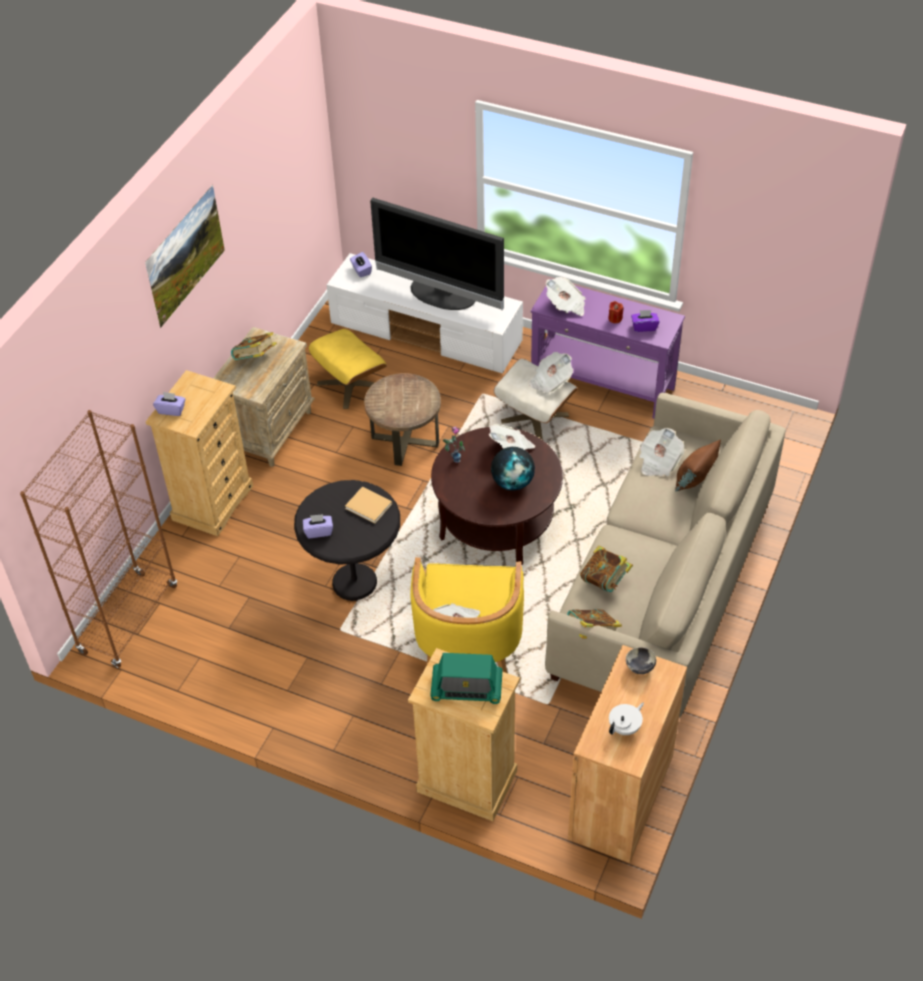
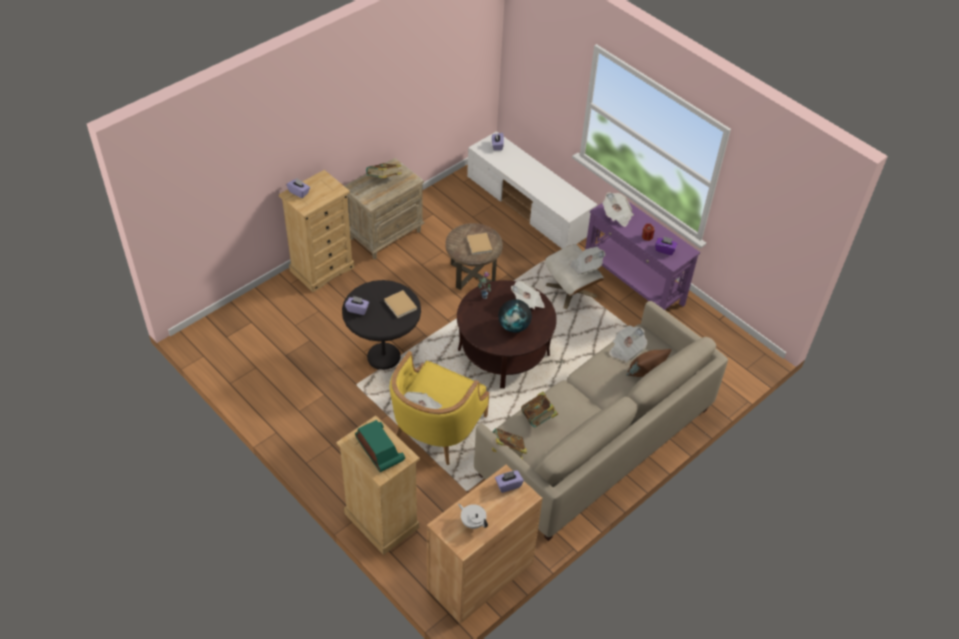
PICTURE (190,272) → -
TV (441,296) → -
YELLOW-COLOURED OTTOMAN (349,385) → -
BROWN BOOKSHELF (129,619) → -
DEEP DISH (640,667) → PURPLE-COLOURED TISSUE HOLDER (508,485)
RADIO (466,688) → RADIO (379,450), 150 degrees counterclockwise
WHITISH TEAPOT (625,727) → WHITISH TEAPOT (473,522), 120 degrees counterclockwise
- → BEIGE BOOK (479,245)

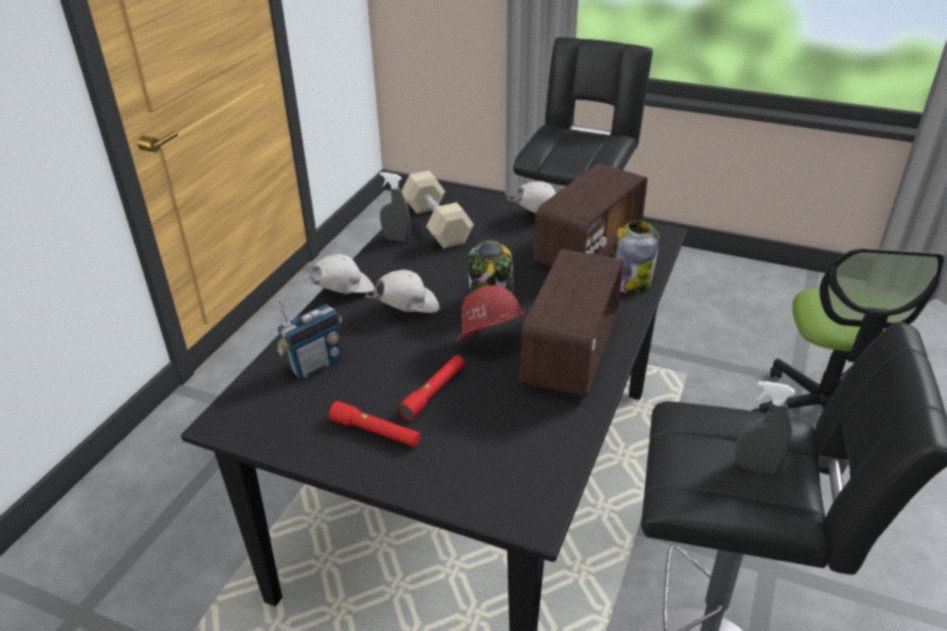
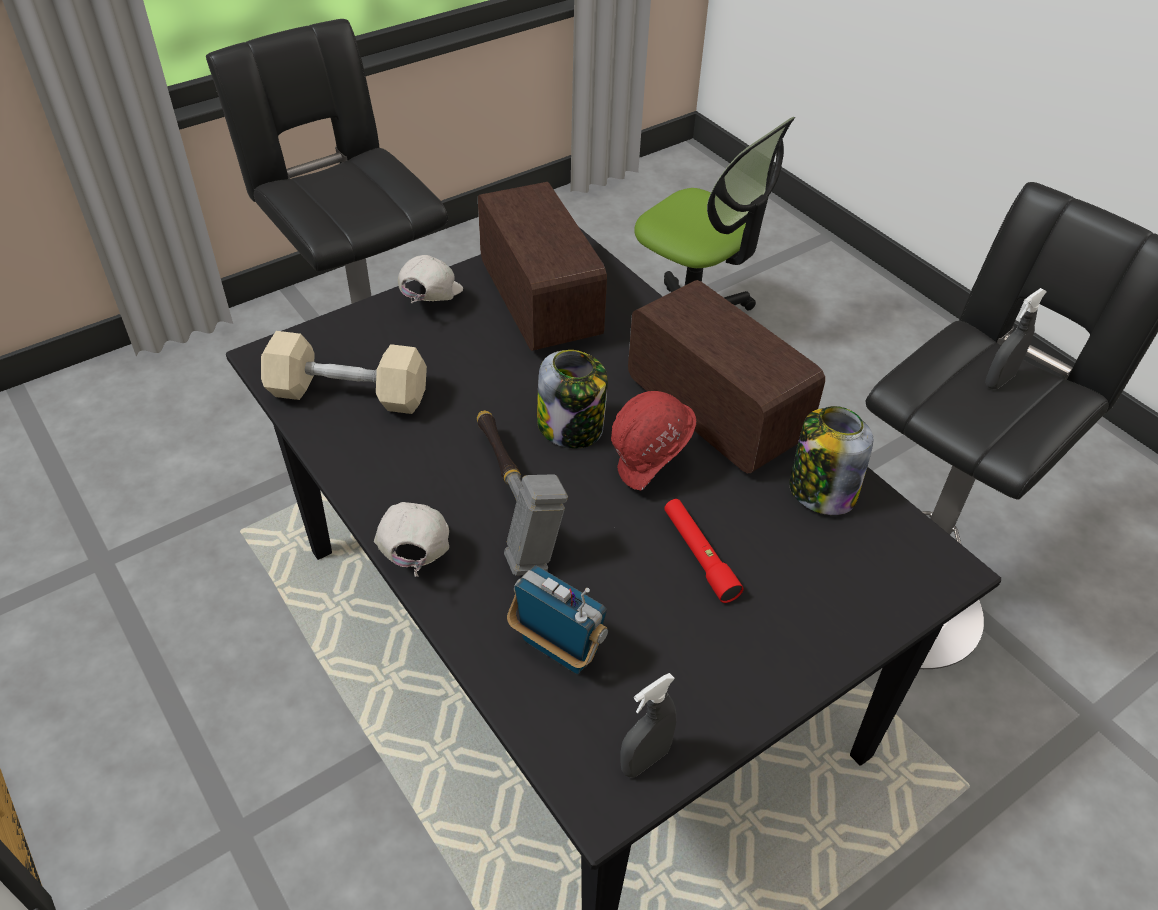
GREYISH SPRAY BOTTLE (396,238) → GREYISH SPRAY BOTTLE (645,760), relocated
STORAGE JAR (629,281) → STORAGE JAR (820,491), relocated
WHITISH PEAKED CAP (406,308) → TOOL HAMMER (513,506)
RADIO (315,365) → RADIO (558,649), 45 degrees counterclockwise
REDDISH HAND TORCH (375,432) → -

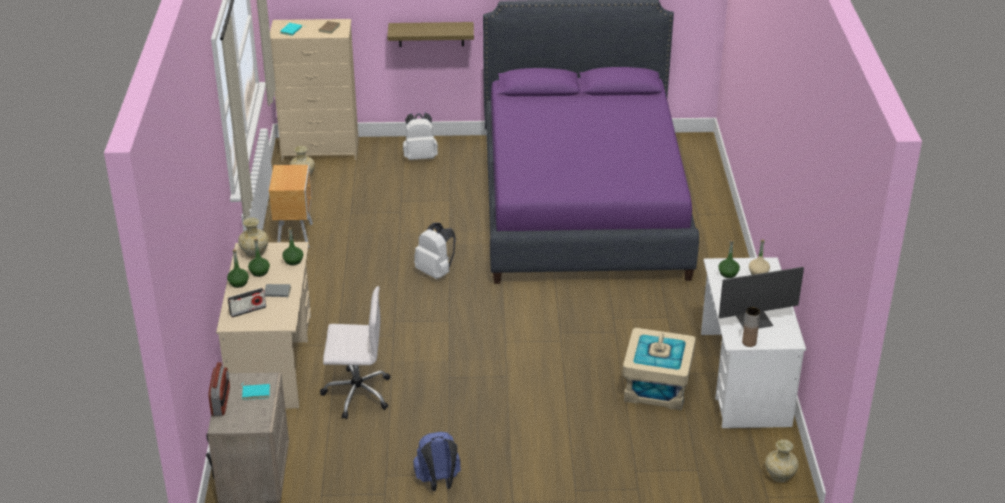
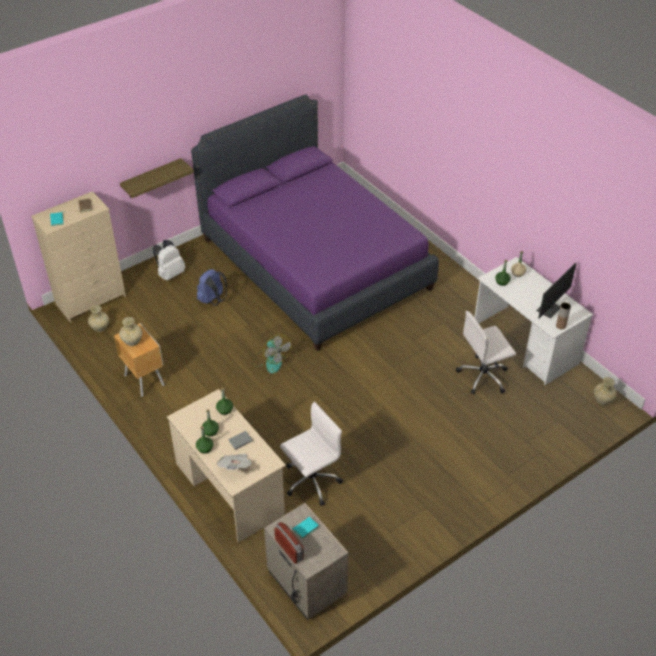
BEIGE DECORATIVE VASE (254,253) → BEIGE DECORATIVE VASE (132,342), relocated
WHITISH KNAPSACK (436,272) → FAN (271,361)
RADIO (248,310) → PRINTED PAPER (236,467)
BEIGE STORAGE CONTAINER (656,387) → WHITISH COMPUTER CHAIR (483,376)
BLUE KNAPSACK (438,482) → BLUE KNAPSACK (213,300), relocated

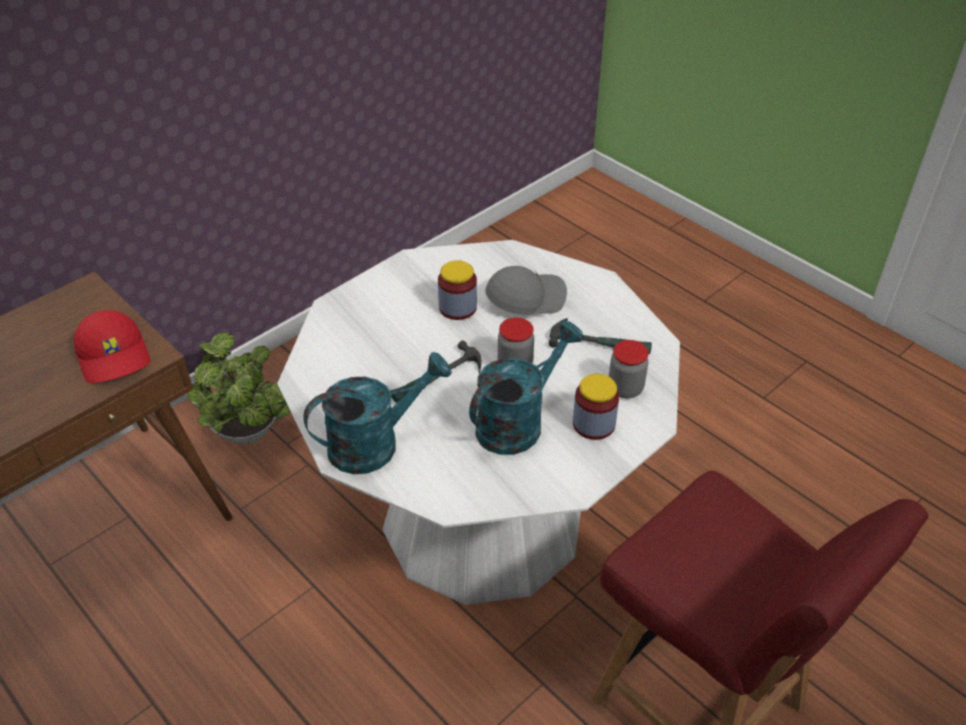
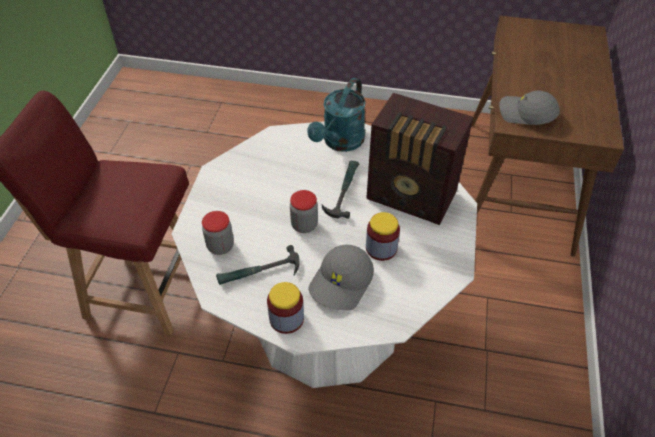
REDDISH PEAKED CAP (115,356) → GREYISH PEAKED CAP (526,114)
BLUE-GREEN WATERING CAN (518,421) → -
POTTED PLANT (250,434) → -
STORAGE JAR (593,424) → STORAGE JAR (286,319), relocated
- → RADIO (412,198)

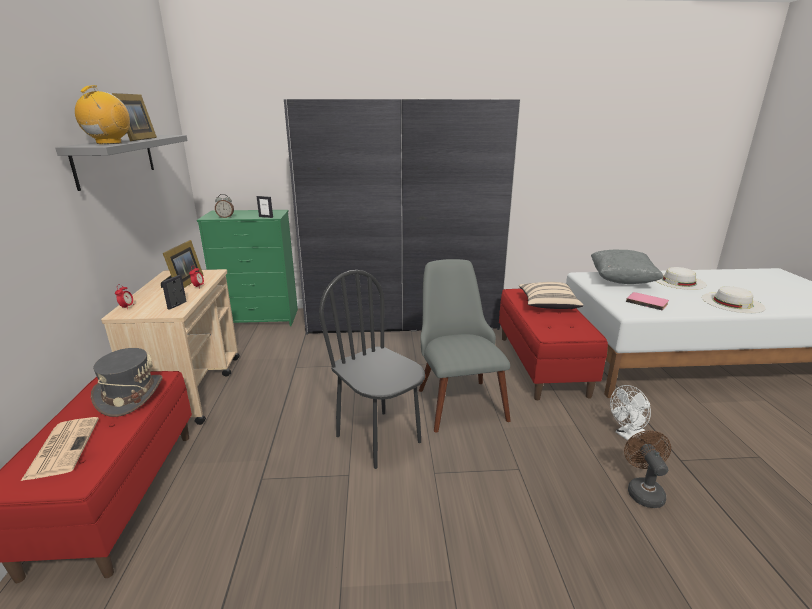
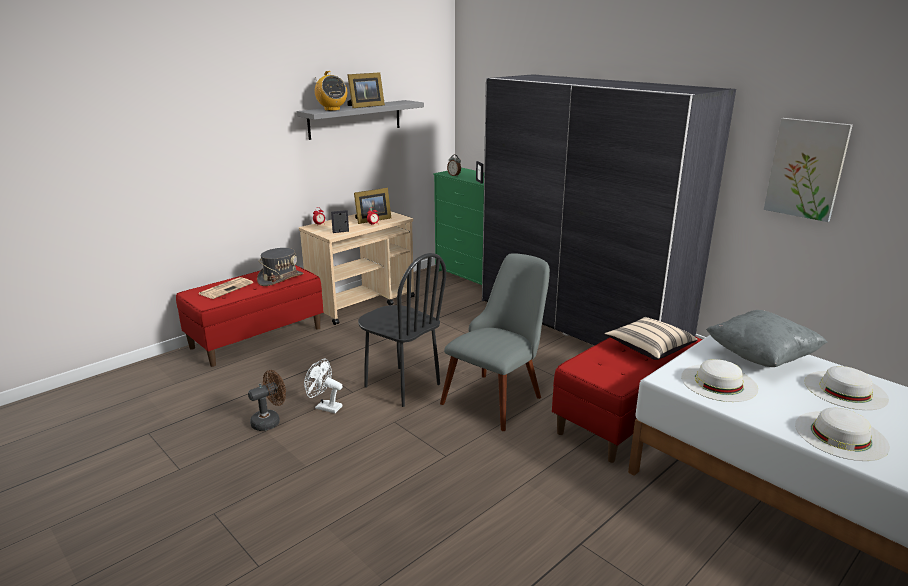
RADIO (109,143) → RADIO (332,109), 90 degrees clockwise
BLACKISH CHAIR (379,438) → BLACKISH CHAIR (401,386), 120 degrees clockwise
PINK BOOK (647,302) → WHITISH CLOTHING HAT (718,382)
WHITISH FAN (627,434) → WHITISH FAN (324,407), relocated
BROWN FAN (642,490) → BROWN FAN (270,421), relocated
- → PICTURE (806,169)

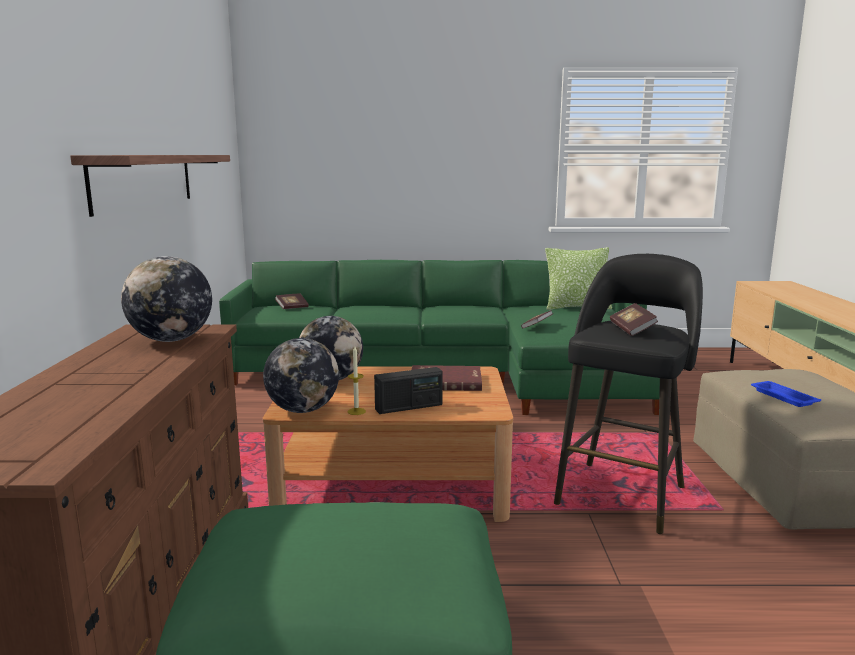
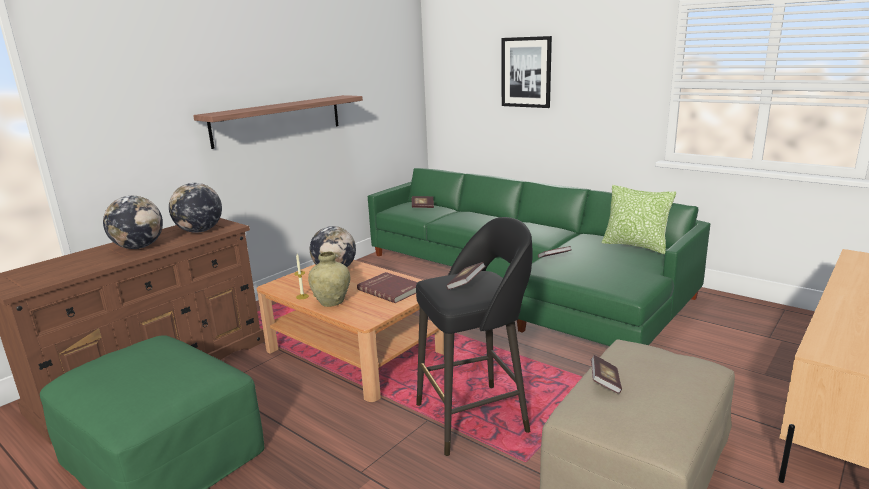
DESK GLOBE (303,410) → DESK GLOBE (139,247), relocated
RADIO (409,407) → BEIGE DECORATIVE VASE (332,302)
BLUE SERVING TRAY (782,397) → BOOK (605,382)
- → PICTURE (526,72)

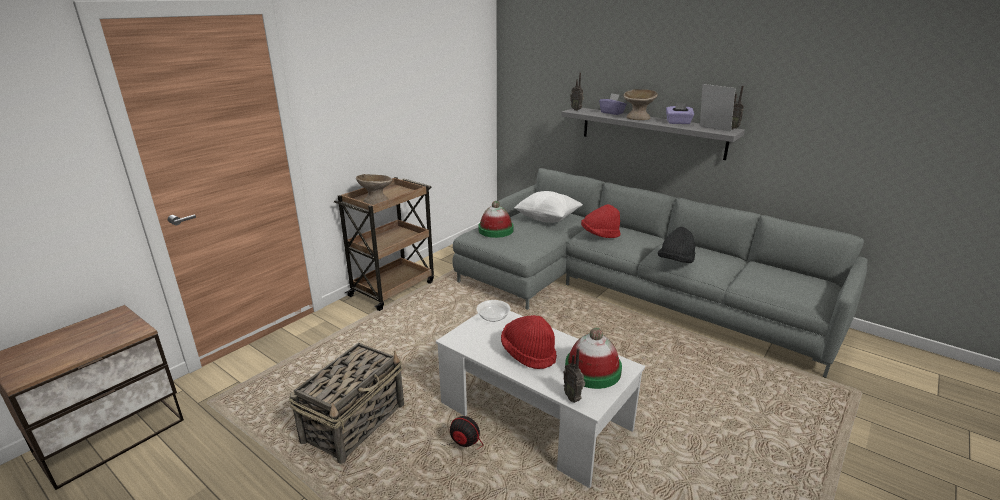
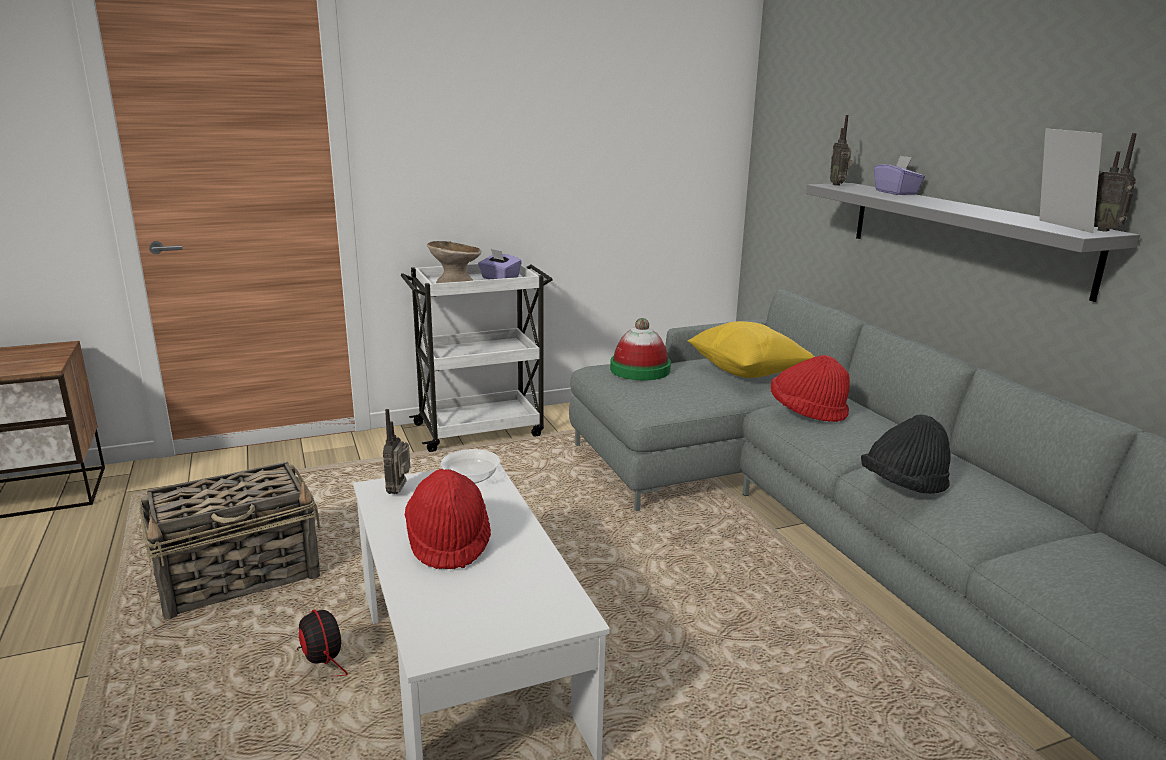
BEIGE DEEP DISH (638,118) → -
PURPLE-COLOURED TISSUE HOLDER (678,123) → PURPLE-COLOURED TISSUE HOLDER (499,279), relocated
BROWN TROLLEY (393,288) → WHITISH TROLLEY (481,429)
WHITISH PILLOW (547,219) → YELLOW-COLOURED PILLOW (746,372)
CLOTHING HAT (592,370) → -
RADIO (573,397) → RADIO (400,491), relocated

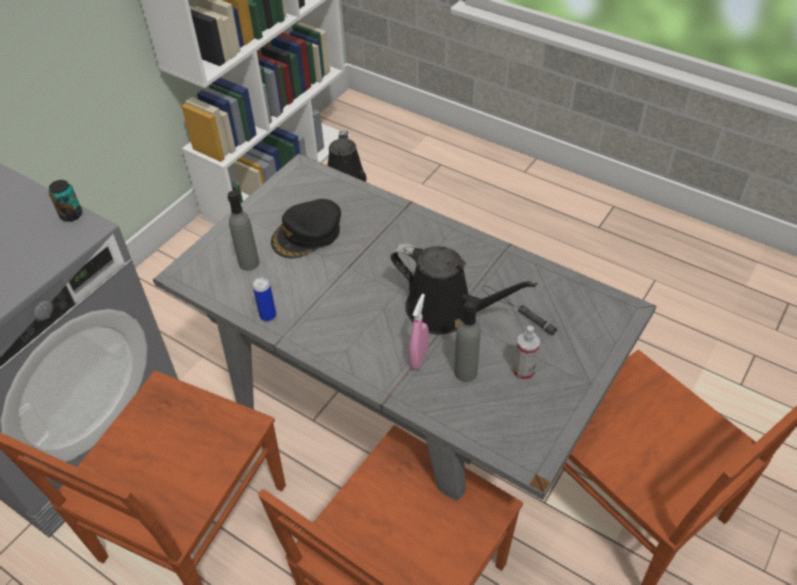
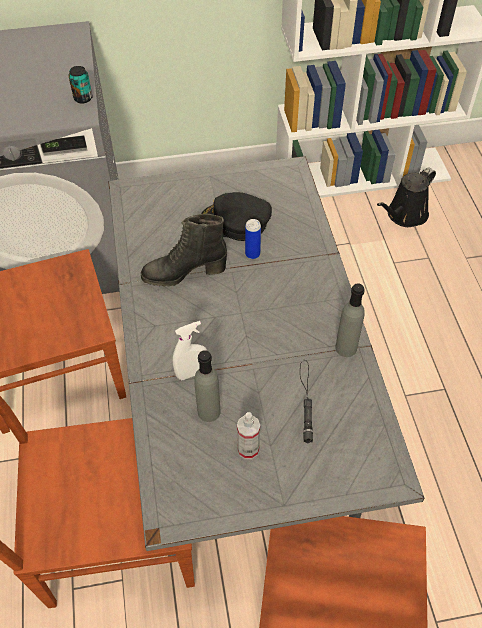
GREYISH BOTTLE (249,263) → GREYISH BOTTLE (346,348), relocated
BLACKISH WATERING CAN (446,311) → -
SEALED CAN (268,315) → SEALED CAN (252,254), relocated
PINK SPRAY BOTTLE (419,358) → WHITISH SPRAY BOTTLE (192,373)
- → BLACKISH TALL BOOT (184,273)

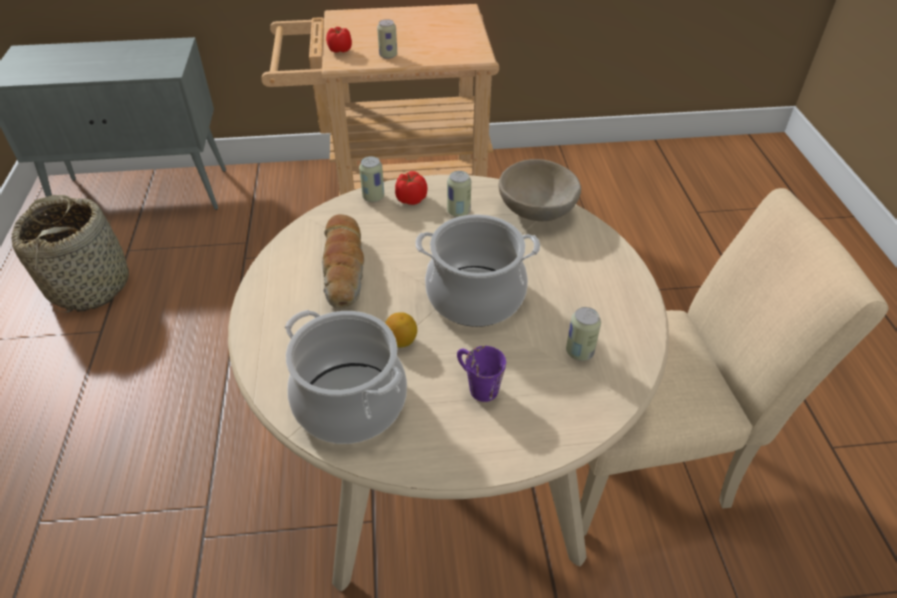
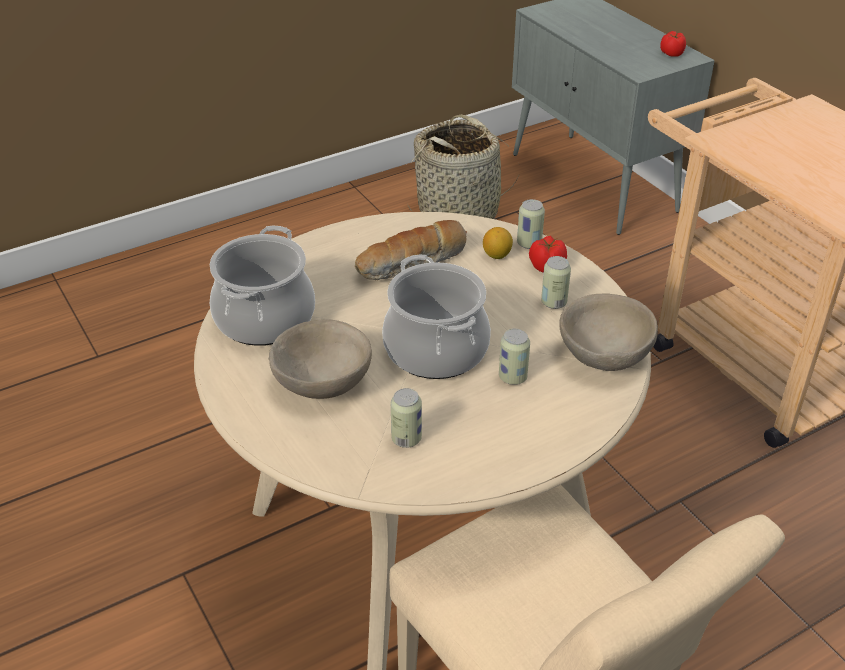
SEALED CAN (388,55) → SEALED CAN (512,377), relocated
WHOLE TOMATO (340,49) → WHOLE TOMATO (672,53), relocated
LEMON (401,341) → LEMON (497,255), relocated
PURPLE-COLOURED MUG (476,385) → BEIGE DEEP DISH (323,382)

